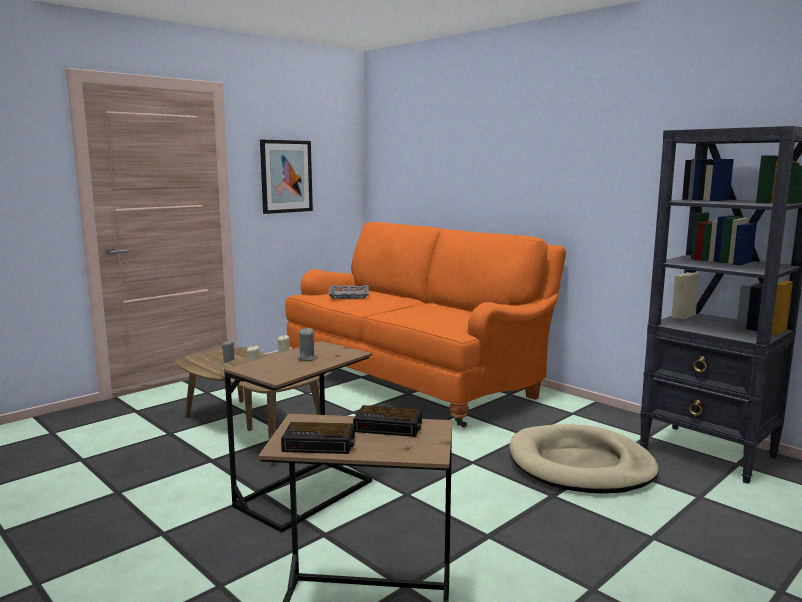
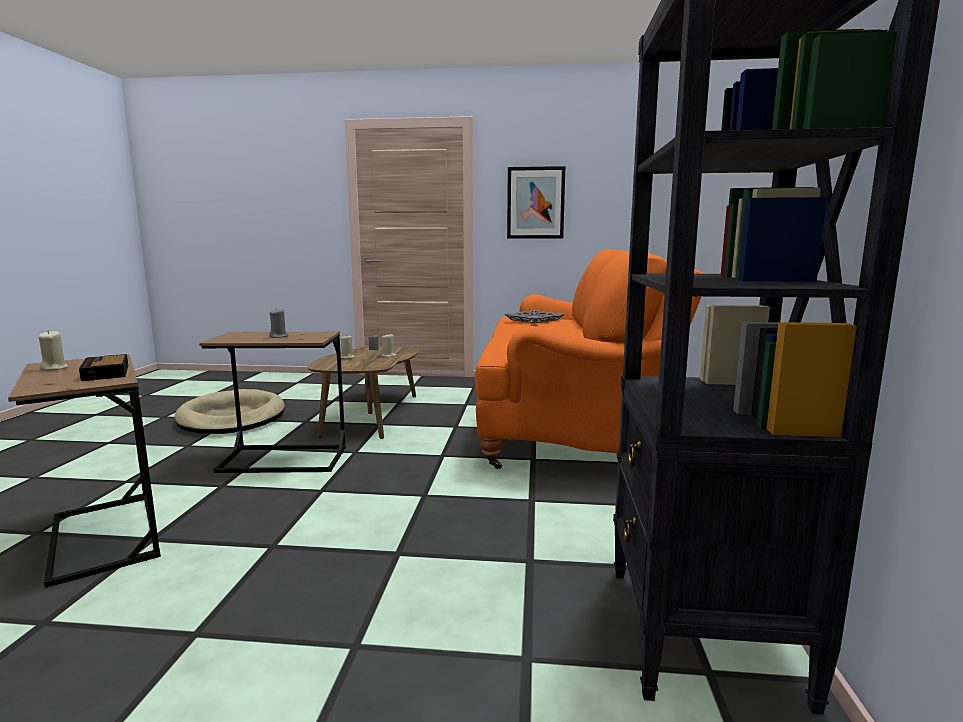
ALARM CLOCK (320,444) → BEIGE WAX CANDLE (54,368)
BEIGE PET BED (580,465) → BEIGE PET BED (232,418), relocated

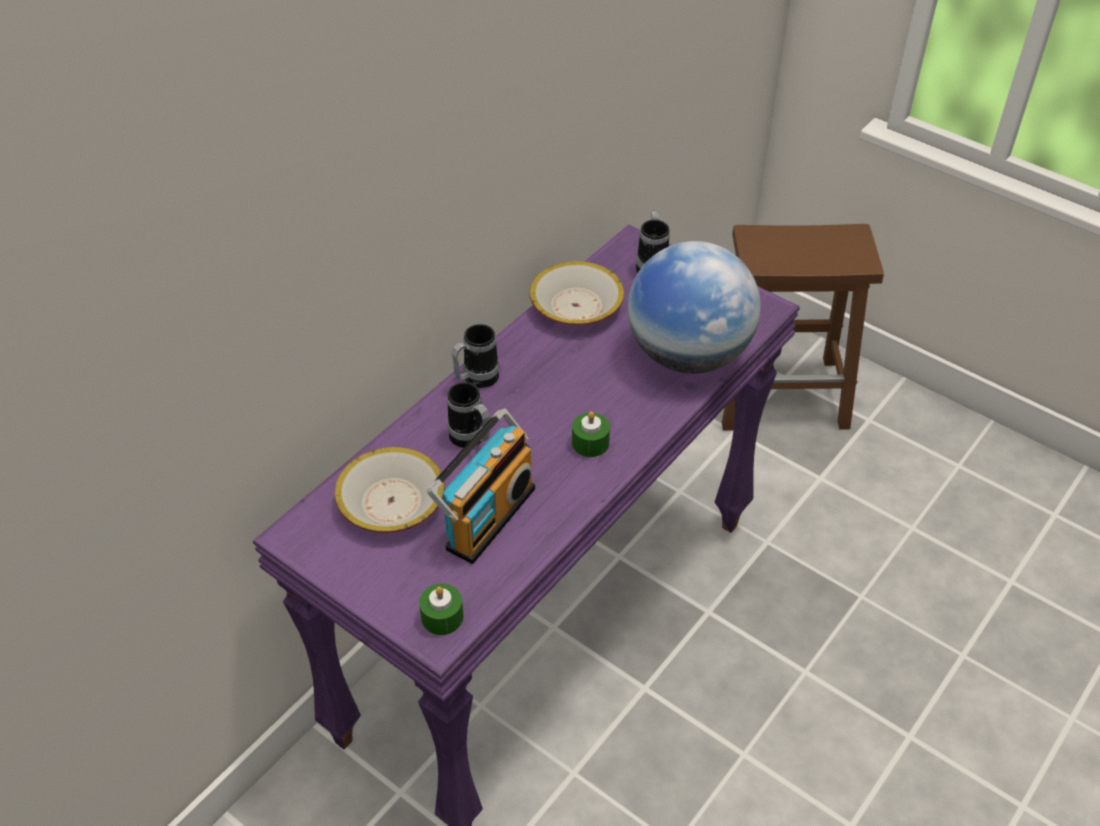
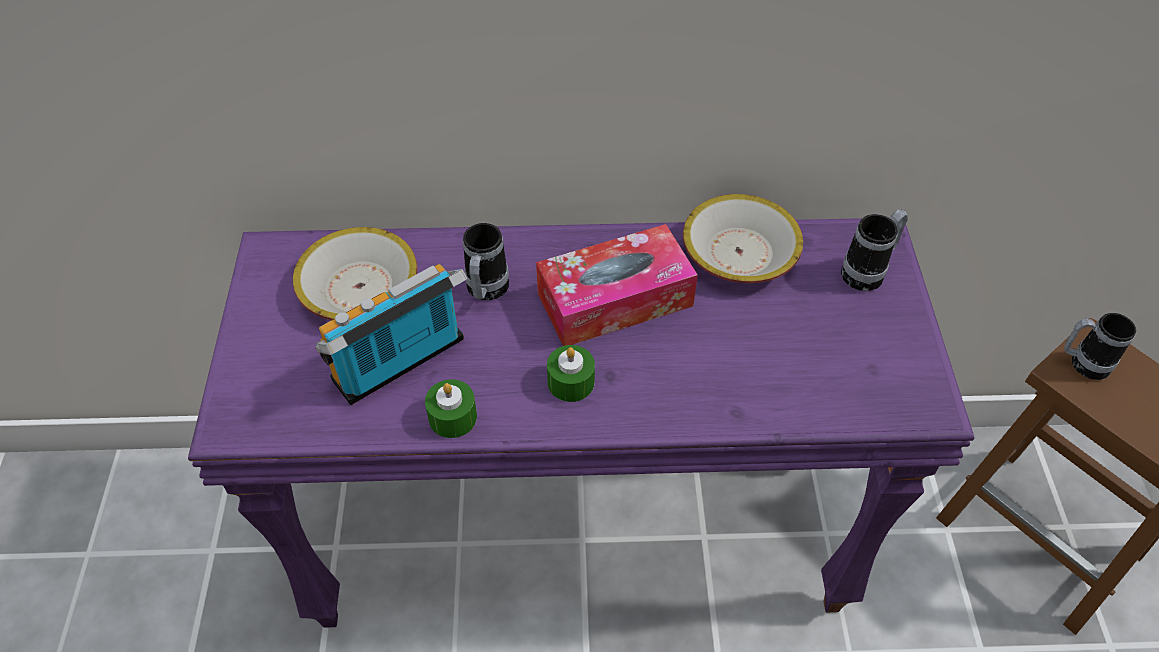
DESK GLOBE (688,354) → -
MUG (475,380) → MUG (1082,364), relocated
RADIO (486,516) → RADIO (402,364), 150 degrees clockwise
GREEN WAX CANDLE (442,617) → GREEN WAX CANDLE (452,417), relocated
- → TISSUE HOLDER (615,300)

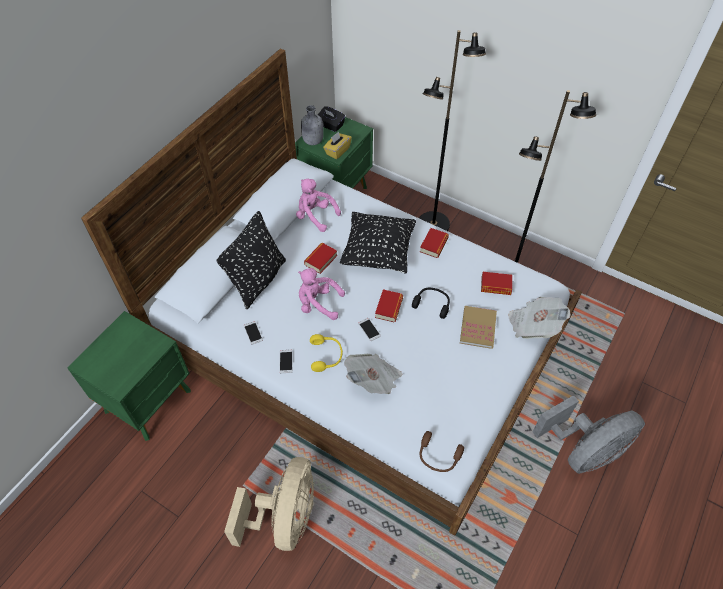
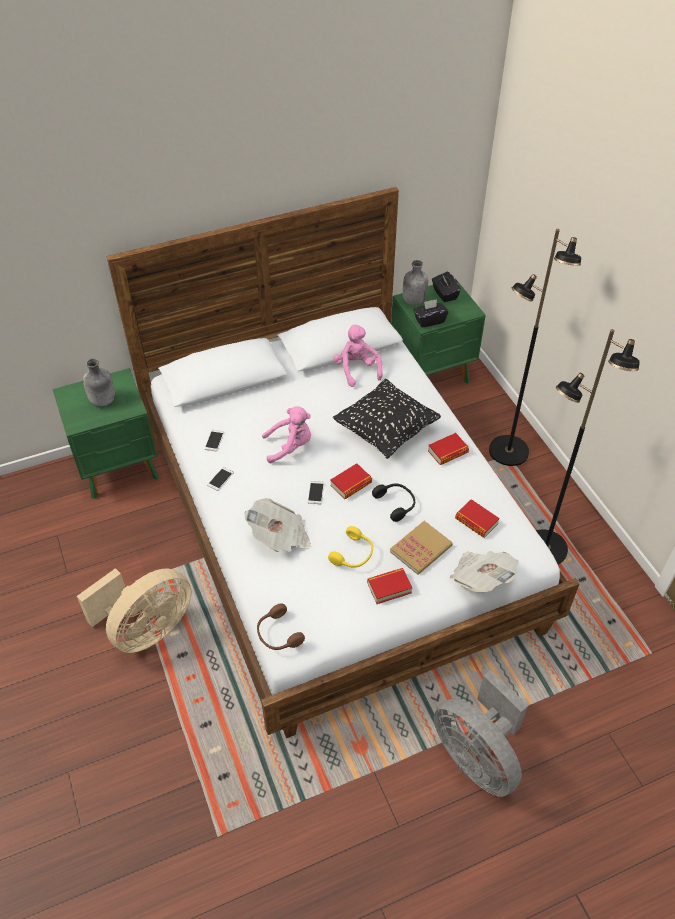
YELLOW-COLOURED TISSUE HOLDER (337,151) → BLACKISH TISSUE HOLDER (429,320)
BLACKISH PILLOW (258,280) → -
BOOK (321,260) → BOOK (389,588), relocated
PINK SOFT TOY (318,304) → PINK SOFT TOY (290,446), 120 degrees clockwise
YELLOW-COLOURED HEADPHONES (326,355) → YELLOW-COLOURED HEADPHONES (353,554), relocated
GREYISH FAN (584,451) → GREYISH FAN (477,756), 45 degrees clockwise
- → GREYISH BOTTLE (103,401)

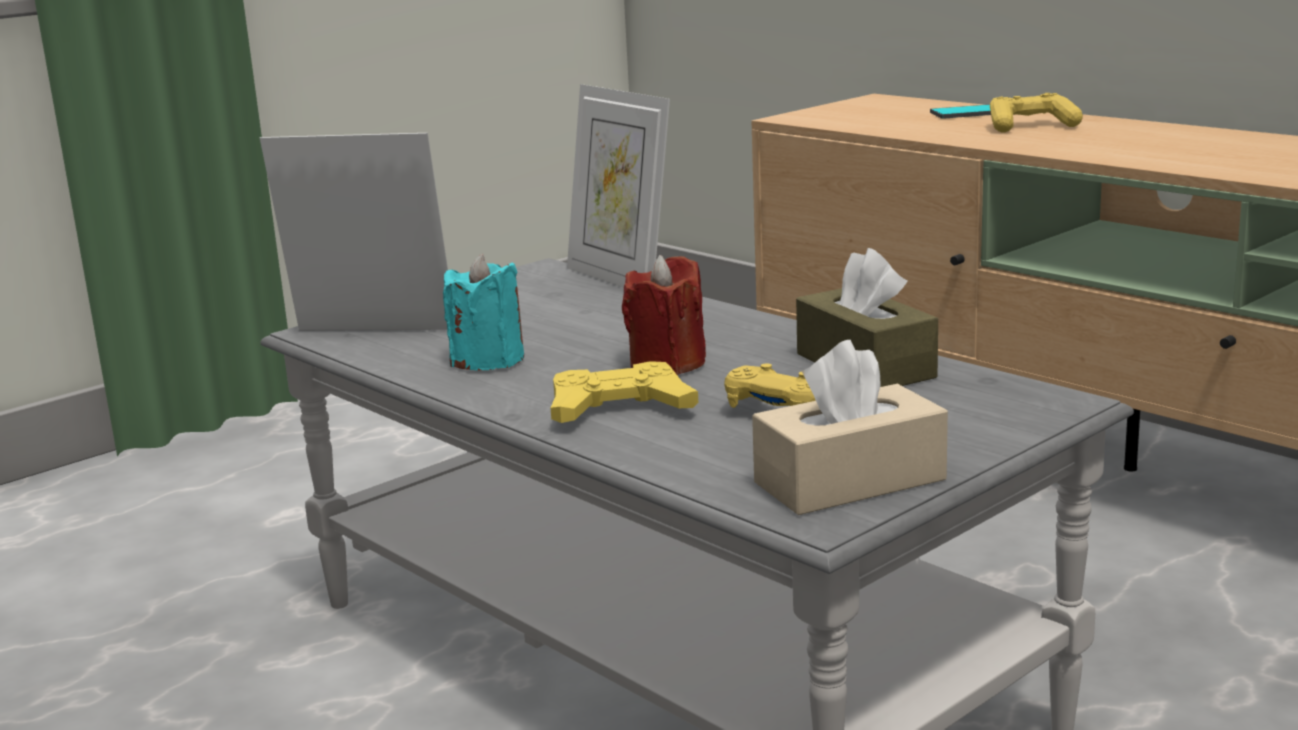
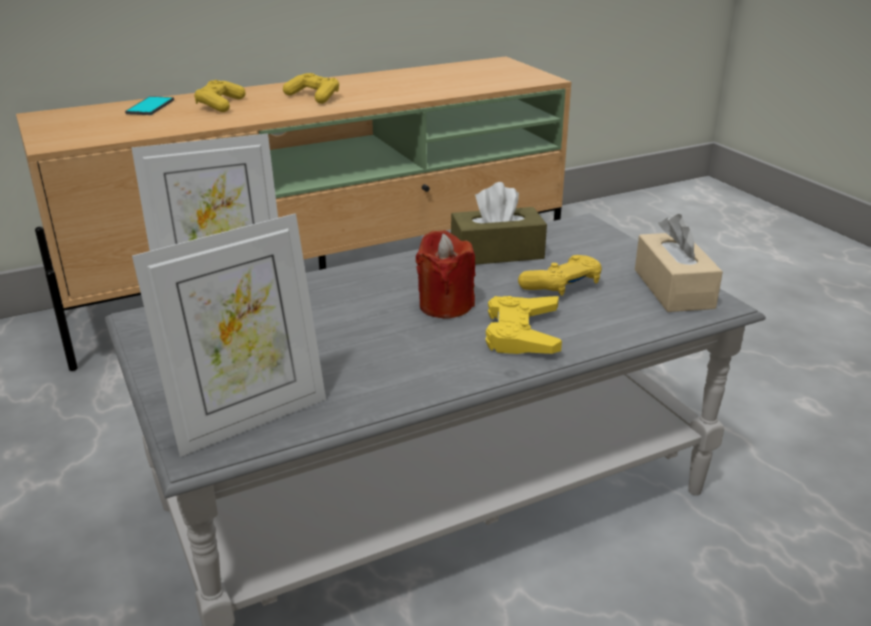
PICTURE FRAME (372,335) → PICTURE FRAME (249,418), 150 degrees counterclockwise
BLUE-GREEN WAX CANDLE (488,360) → -
- → YELLOW-COLOURED GAMEPAD (313,97)

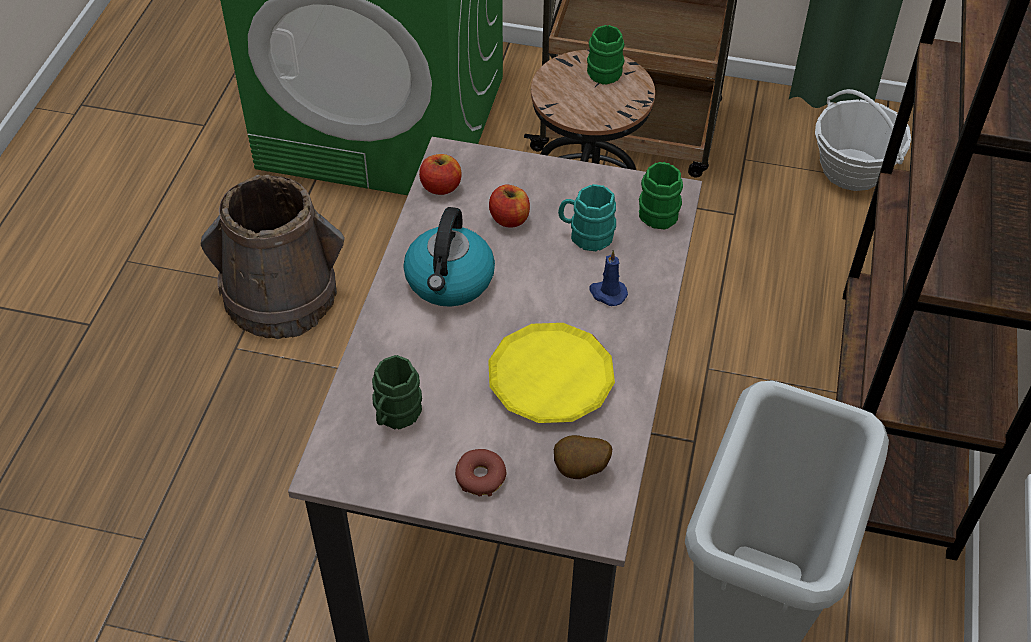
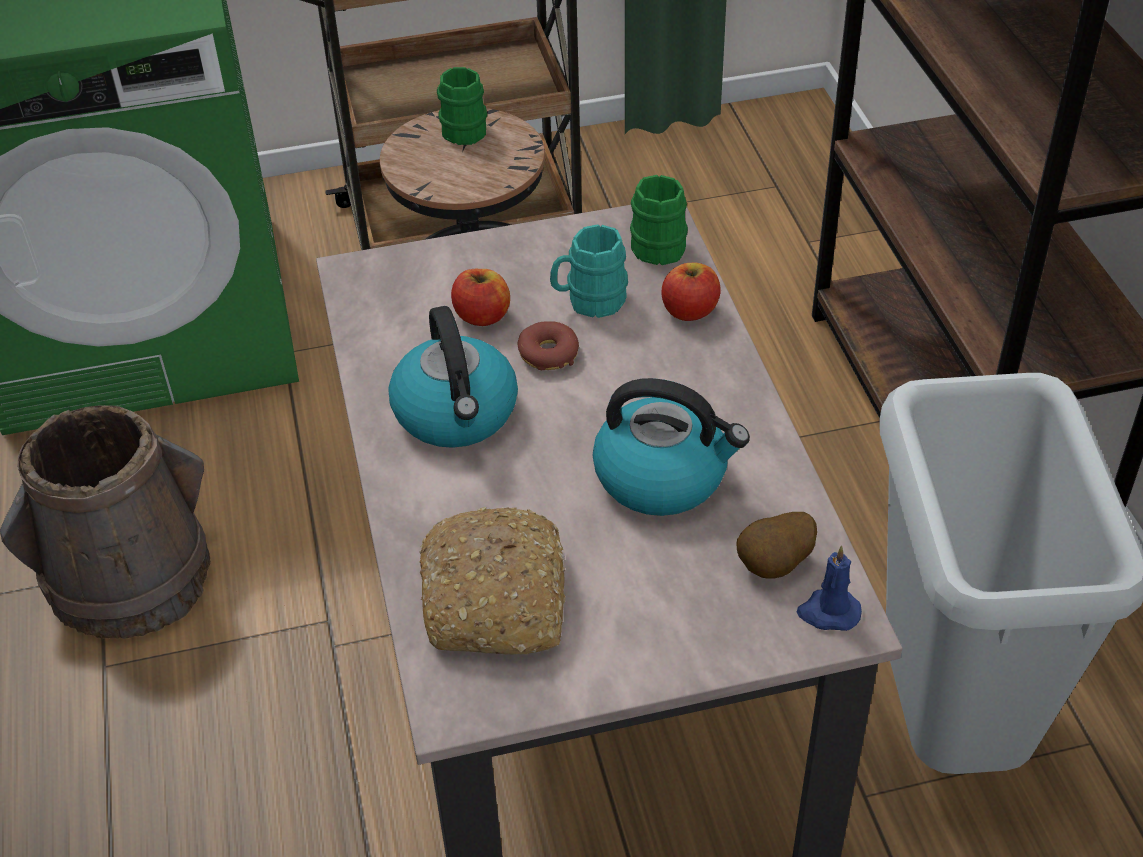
BASKET (852,169) → -
WHOLE APPLE (441,187) → WHOLE APPLE (689,310), relocated
BLUE WAX CANDLE (607,293) → BLUE WAX CANDLE (828,612), relocated
YELLOW-COLOURED PLATE (550,378) → WATER KETTLE (663,476)
GREEN MUG (395,415) → BREAD (497,599)
DONUT (480,477) → DONUT (548,354), relocated

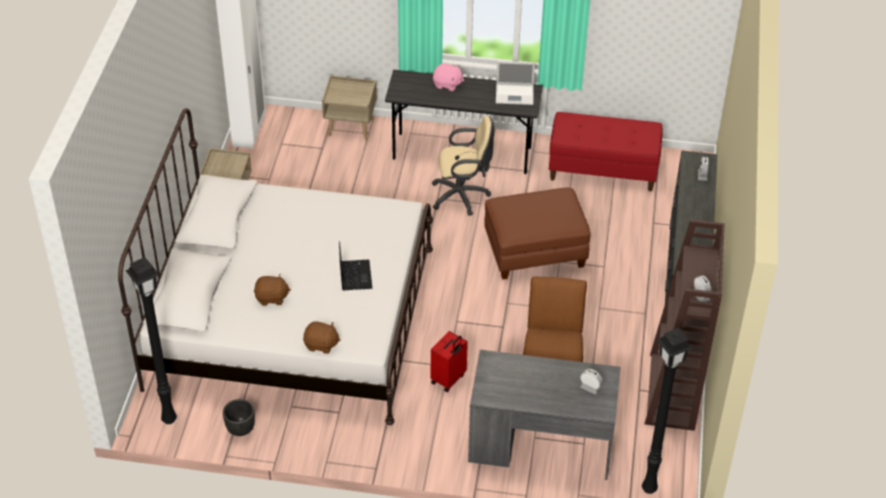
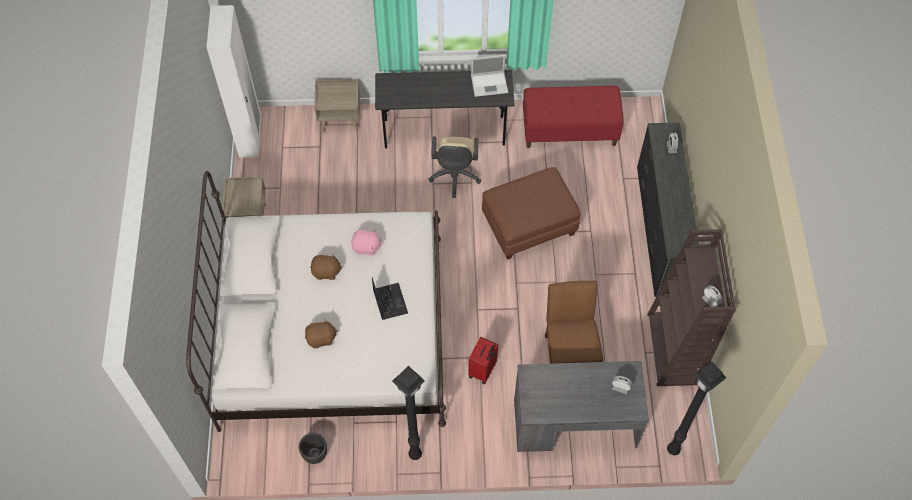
PINK SOFT TOY (447,84) → PINK SOFT TOY (366,247), relocated
BEIGE COMPUTER CHAIR (463,196) → BEIGE COMPUTER CHAIR (454,177), 105 degrees clockwise
BLACKISH FLOOR LAMP (168,419) → BLACKISH FLOOR LAMP (414,454), relocated
BROWN SOFT TOY (321,345) → BROWN SOFT TOY (326,272), relocated

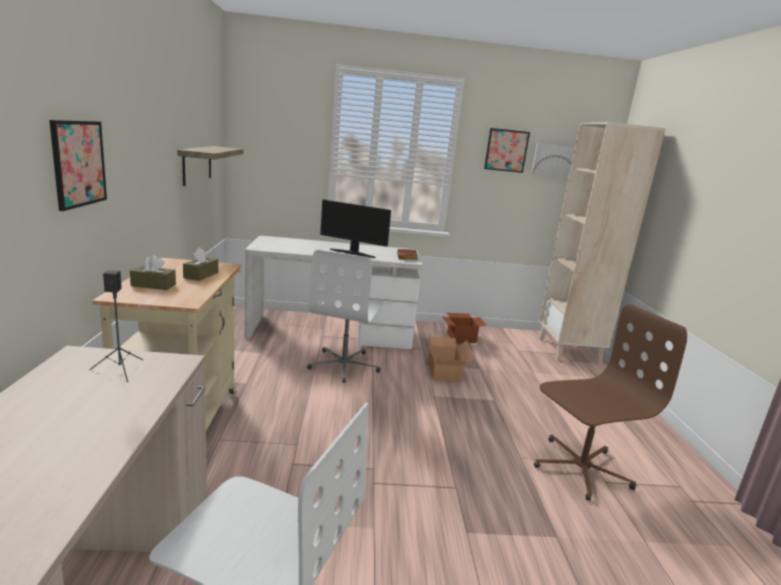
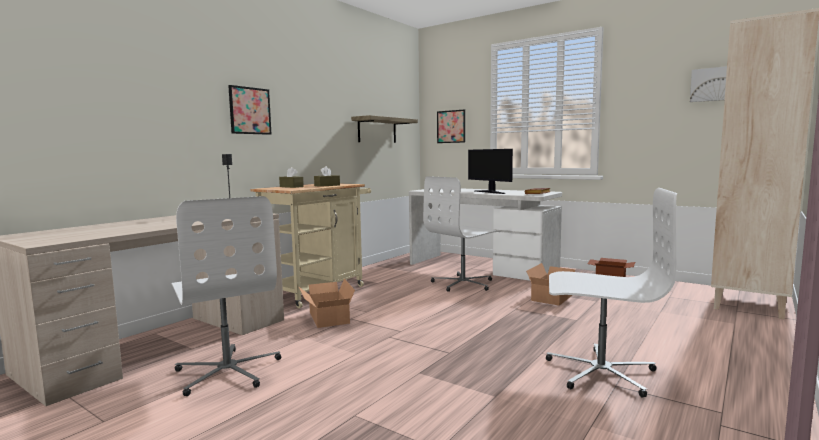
PICTURE (506,150) → PICTURE (451,126), relocated
BROWN COMPUTER CHAIR (580,468) → WHITISH COMPUTER CHAIR (600,371)
- → CARDBOARD BOX (327,318)

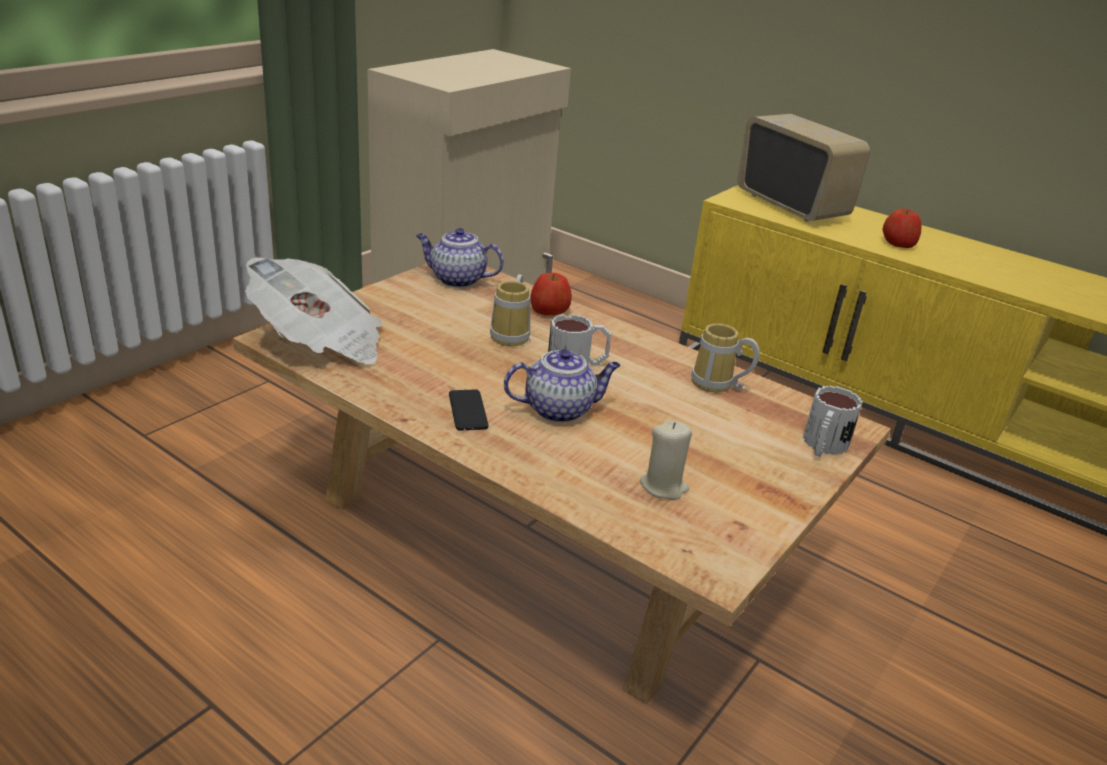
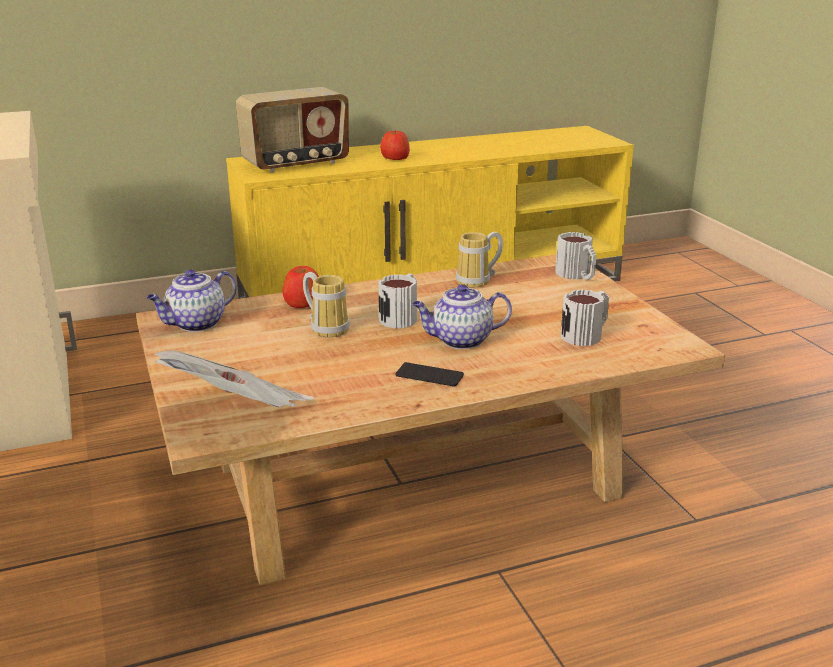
RADIO (792,206) → RADIO (296,164), 150 degrees clockwise
TEAPOT (560,409) → TEAPOT (460,341), 120 degrees counterclockwise
BEIGE WAX CANDLE (664,486) → MUG (586,335)

